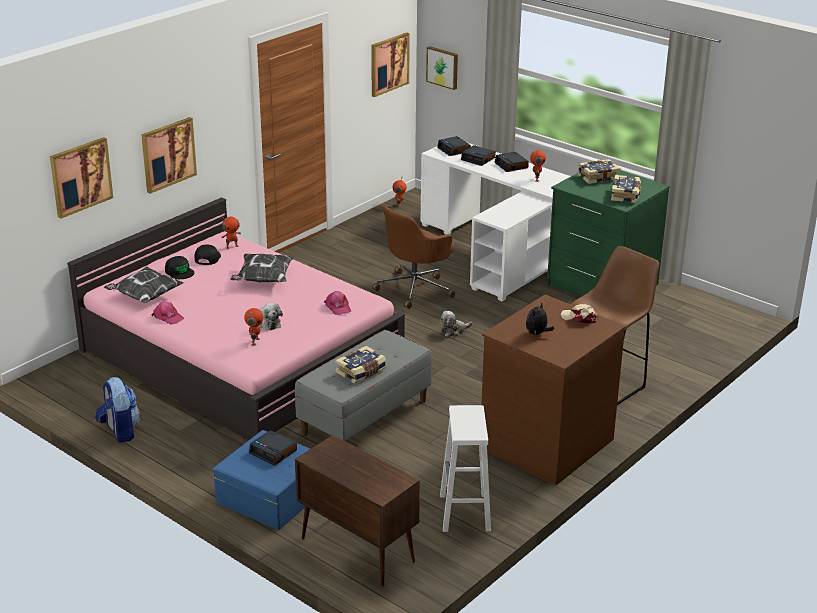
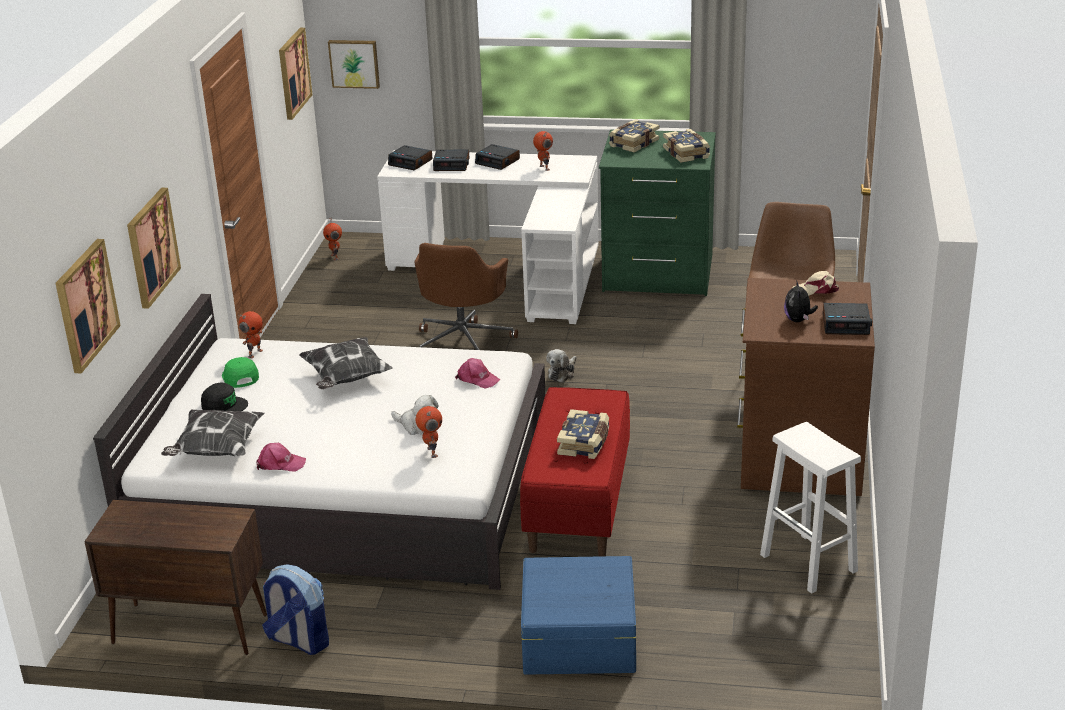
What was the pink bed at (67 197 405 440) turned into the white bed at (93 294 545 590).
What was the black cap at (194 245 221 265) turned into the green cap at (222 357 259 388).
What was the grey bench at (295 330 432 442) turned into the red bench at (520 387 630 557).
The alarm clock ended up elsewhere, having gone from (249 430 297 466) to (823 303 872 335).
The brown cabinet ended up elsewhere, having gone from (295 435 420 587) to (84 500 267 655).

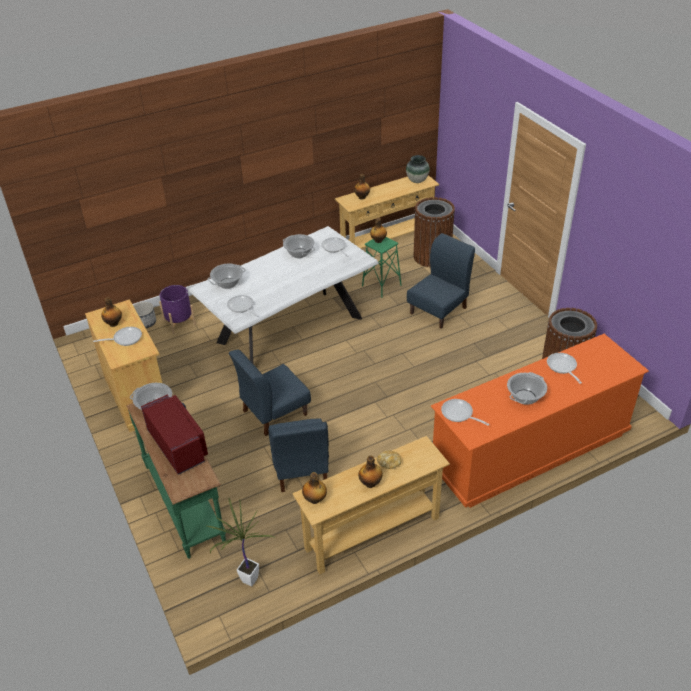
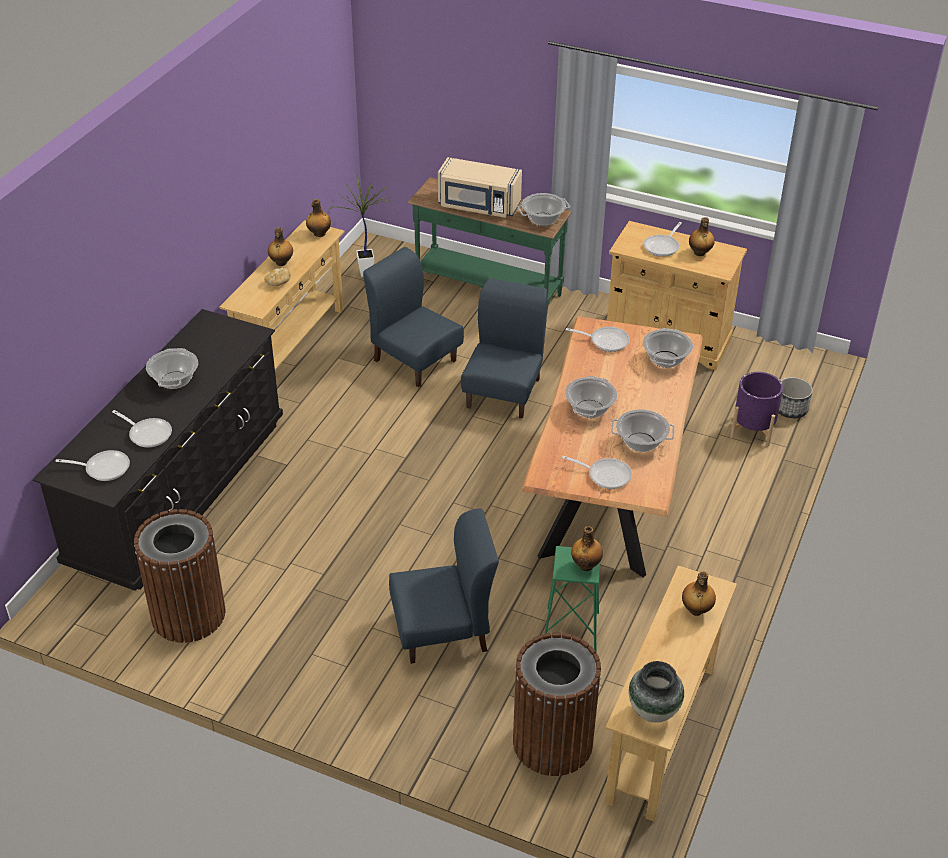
What was the white dining table at (188 226 379 363) turned into the brown dining table at (522 316 703 577).
The blue chair at (407 233 475 329) ended up facing another way, 105 degrees counterclockwise from before.
What was the orange dresser at (431 334 649 508) turned into the black dresser at (33 309 283 591).
What was the red microwave at (141 395 208 475) turned into the beige microwave at (438 157 522 218).
The frying pan ended up elsewhere, having gone from (441 399 489 426) to (55 450 130 481).
The second view gained the cooking pot at (565 376 617 418).

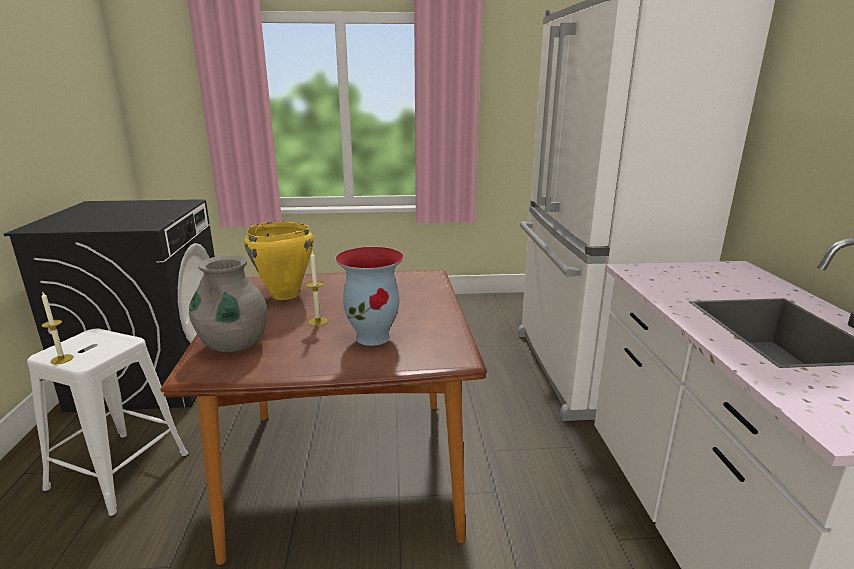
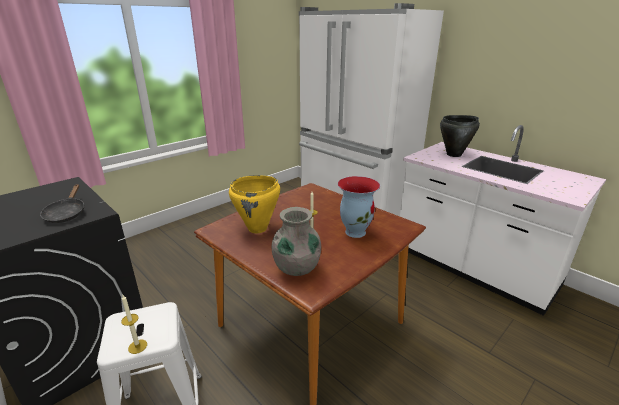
The second view gained the black cooking pot at (440 115 480 157).
The second view gained the black frying pan at (40 184 84 223).

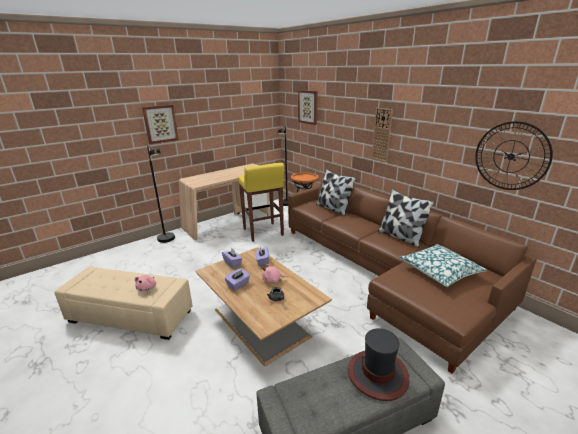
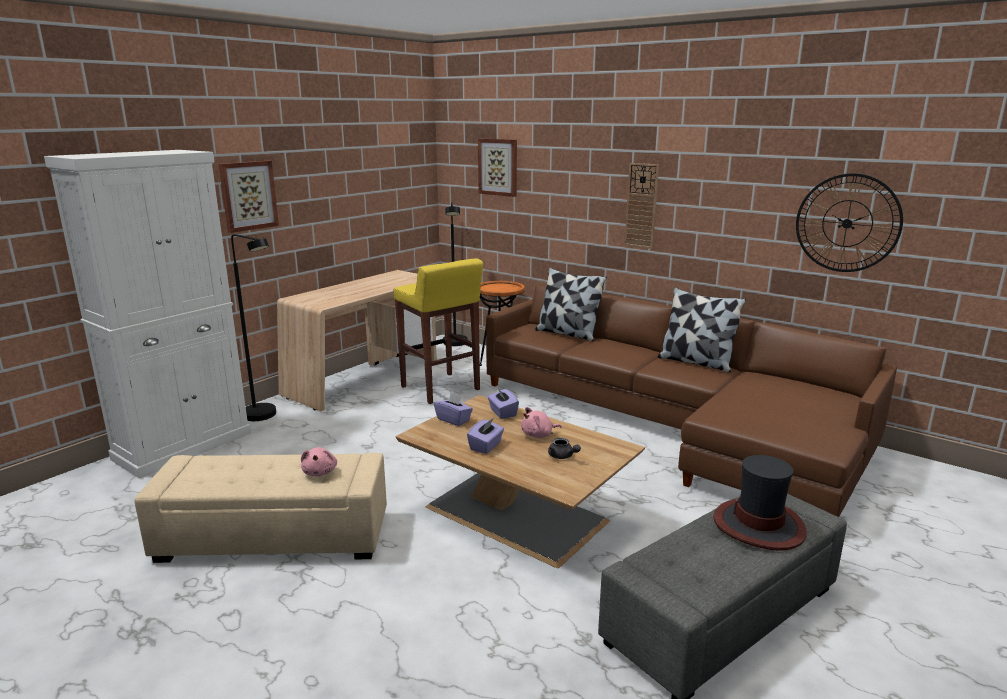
The second view lost the pillow at (399 244 487 287).
The second view gained the white cabinet at (44 150 251 479).

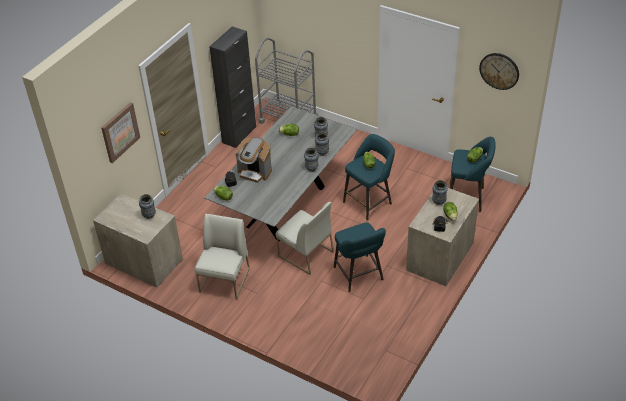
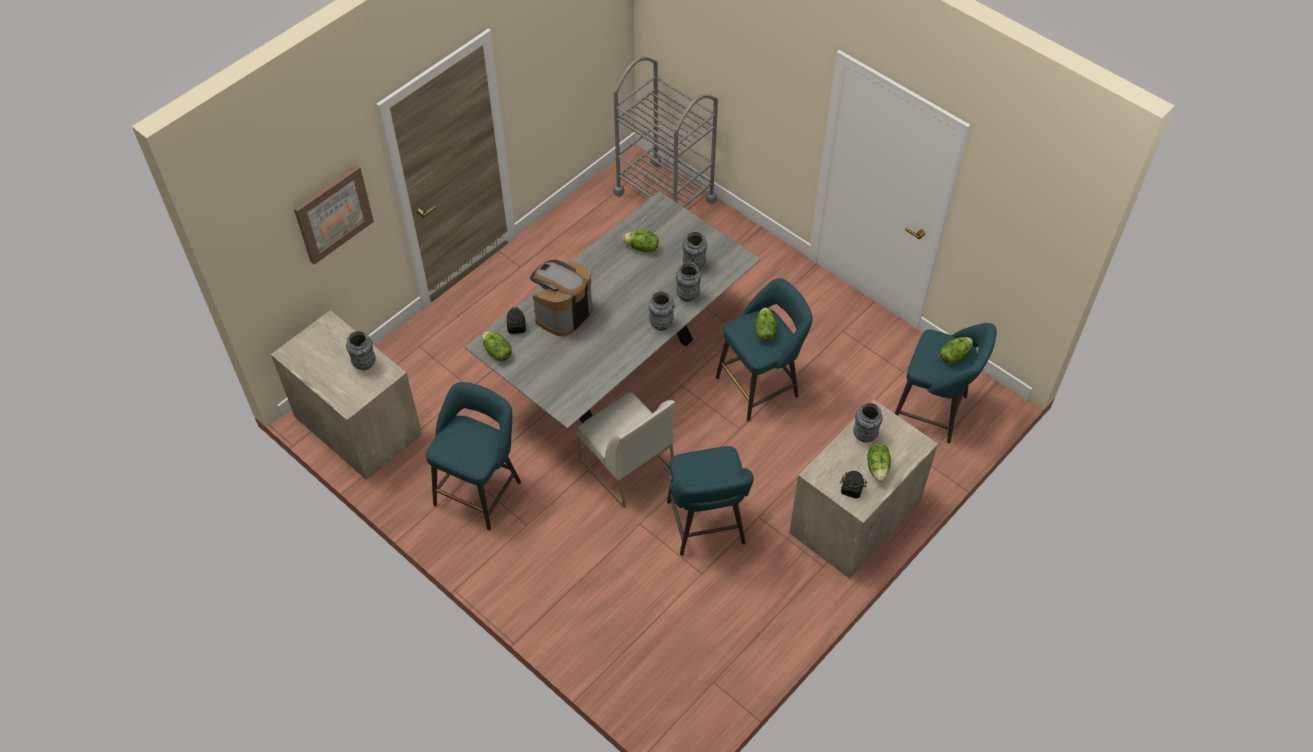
The second view lost the black cabinet at (209 26 256 148).
The second view lost the wall clock at (479 53 519 90).
The coffee machine at (235 137 272 183) ended up facing another way, 90 degrees clockwise from before.
Where the white chair stood at (194 213 250 300), the turquoise stool came to stand at (426 382 521 531).

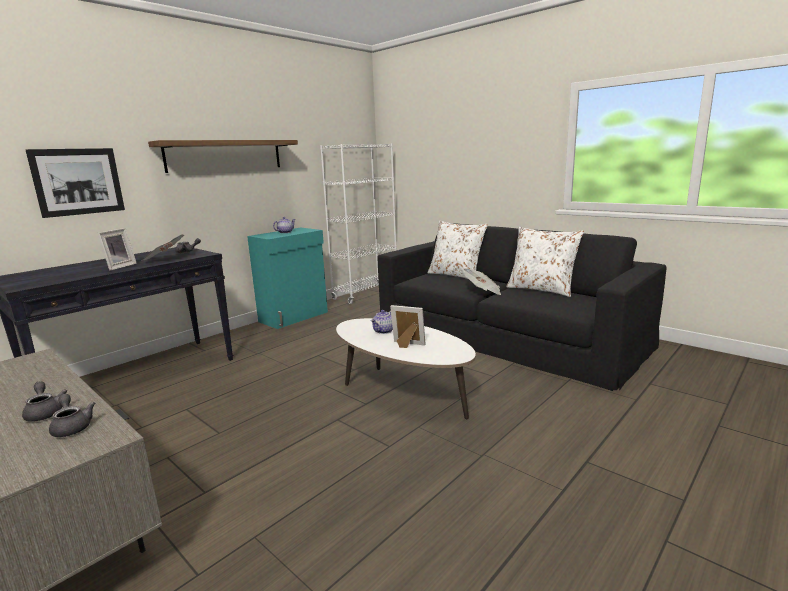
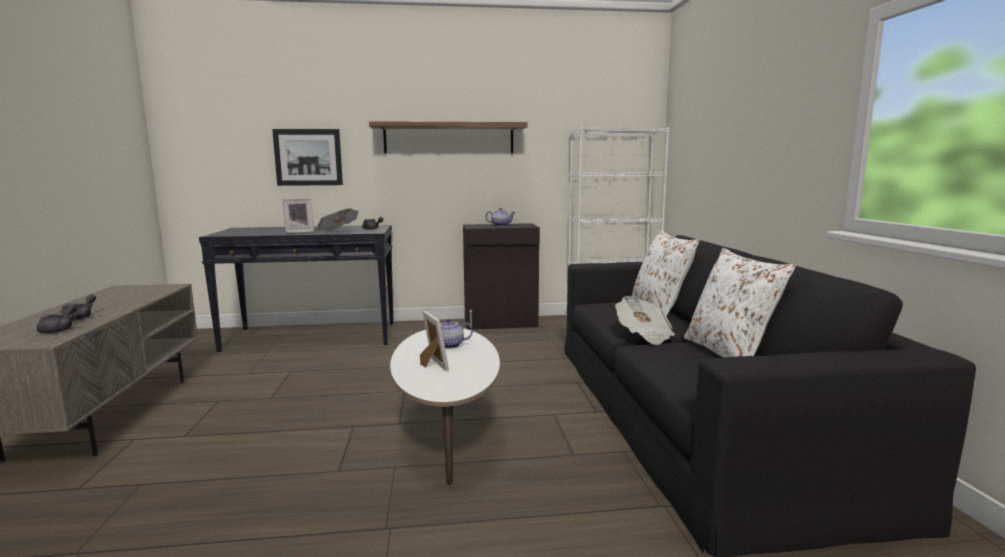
What was the turquoise cabinet at (247 228 328 329) turned into the black cabinet at (463 223 540 330).

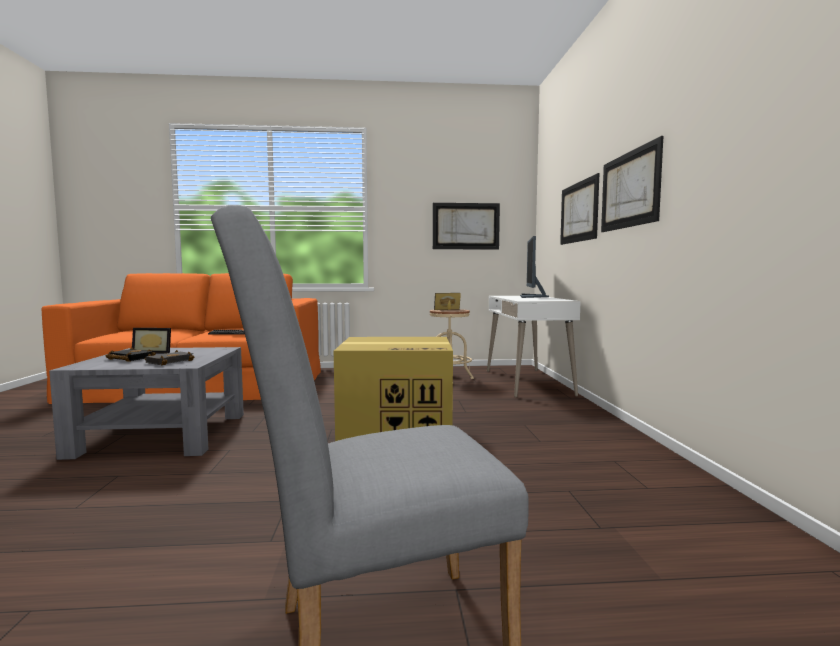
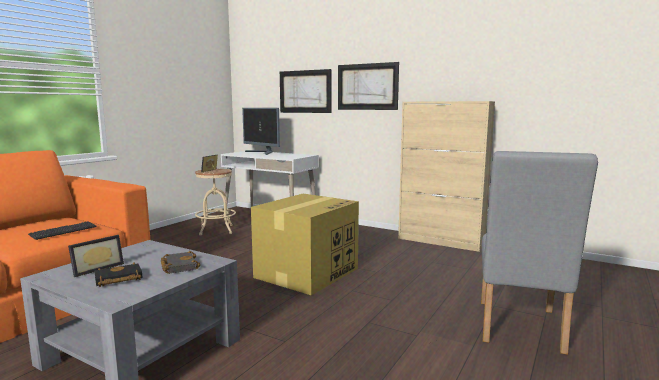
The second view lost the picture at (433 203 500 250).
The second view gained the beige cabinet at (398 101 495 252).

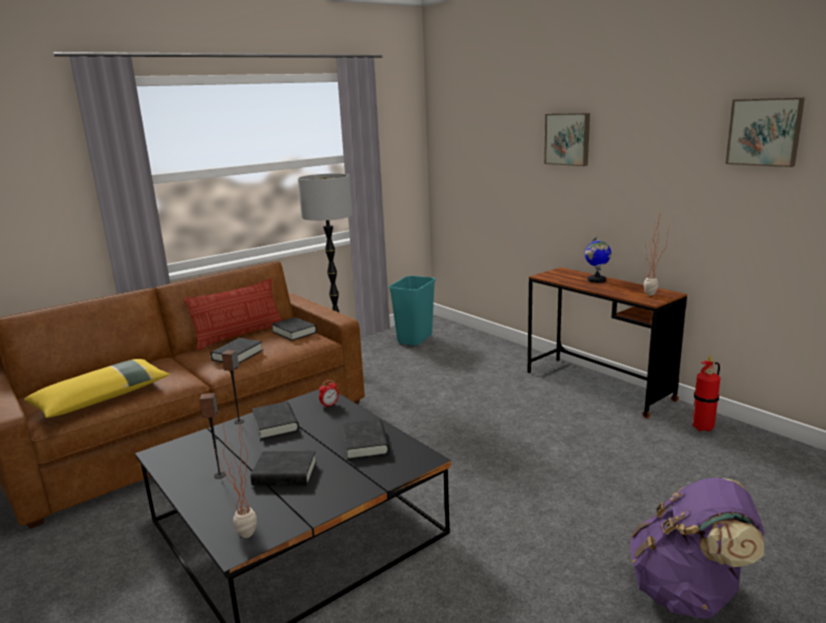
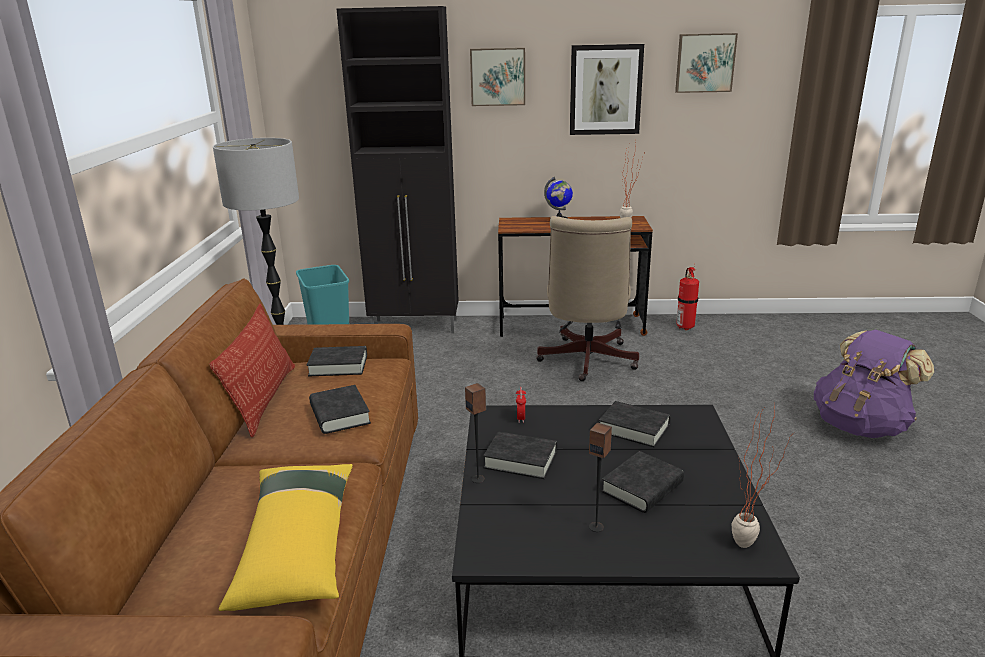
The second view gained the black cabinet at (336 6 459 333).
The second view gained the picture at (570 44 644 135).
The second view gained the beige office chair at (536 216 639 381).

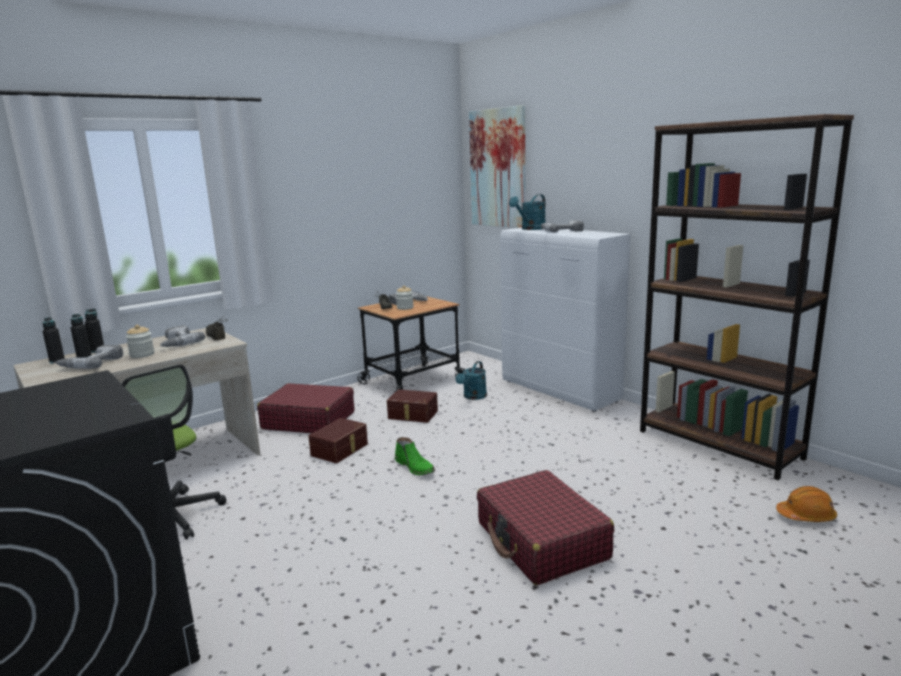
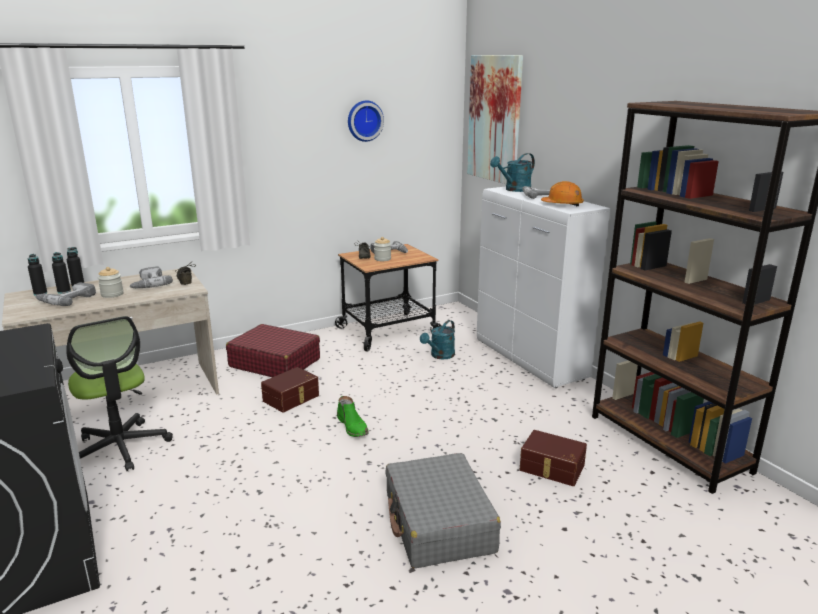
The brown storage box ended up elsewhere, having gone from (387 389 438 423) to (520 430 587 486).
What was the red suitcase at (477 470 614 585) turned into the grey suitcase at (385 453 501 569).
The orange hard hat ended up elsewhere, having gone from (776 486 837 522) to (541 181 584 207).
The second view gained the wall clock at (348 100 384 142).

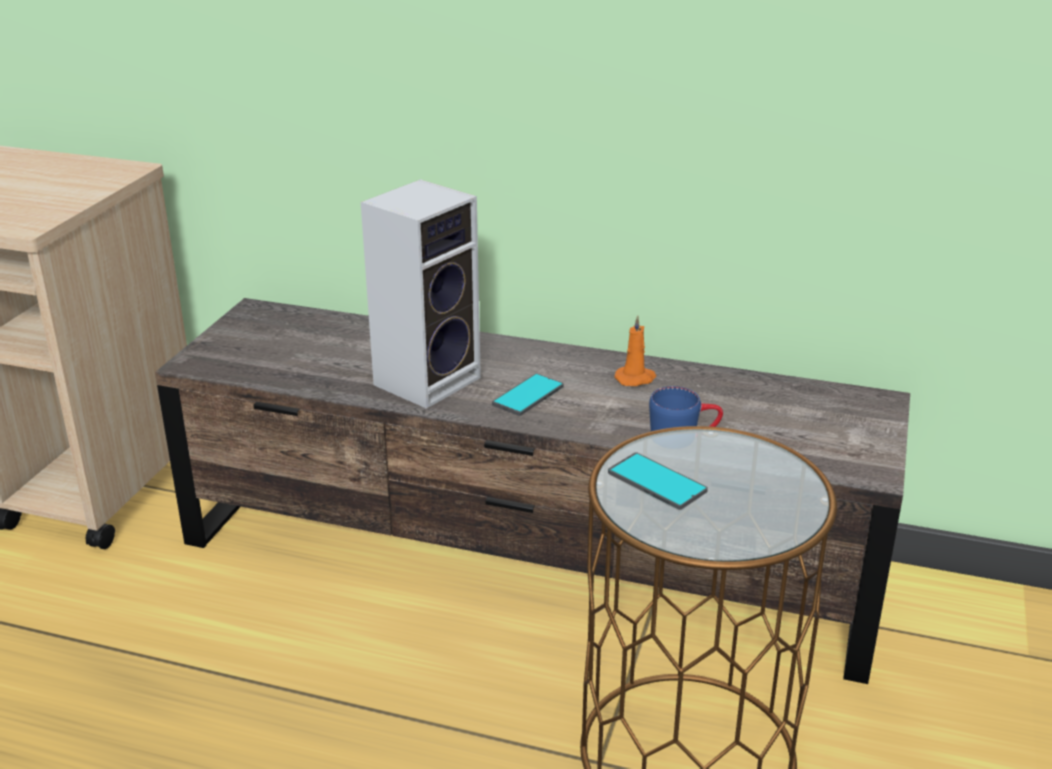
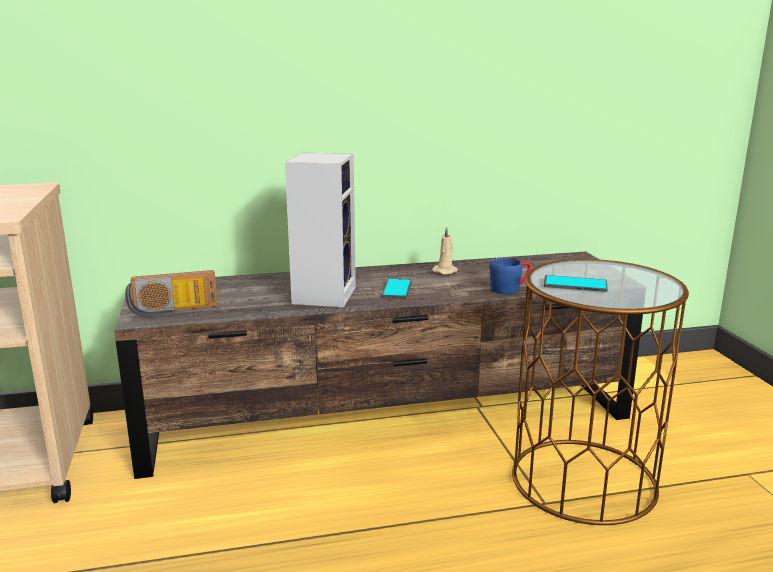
What was the orange candle at (614 315 656 386) turned into the beige candle at (432 227 458 275).
The second view gained the radio at (125 270 217 318).

